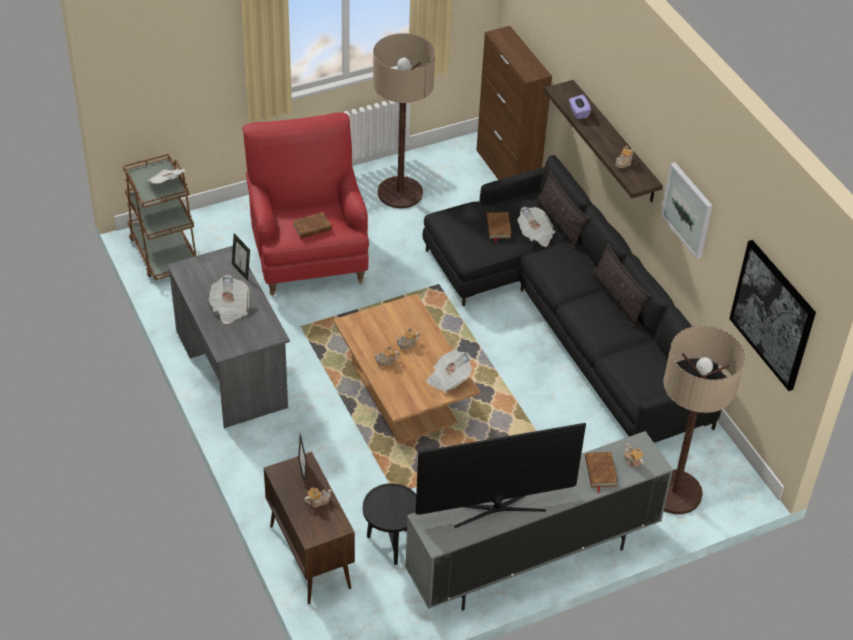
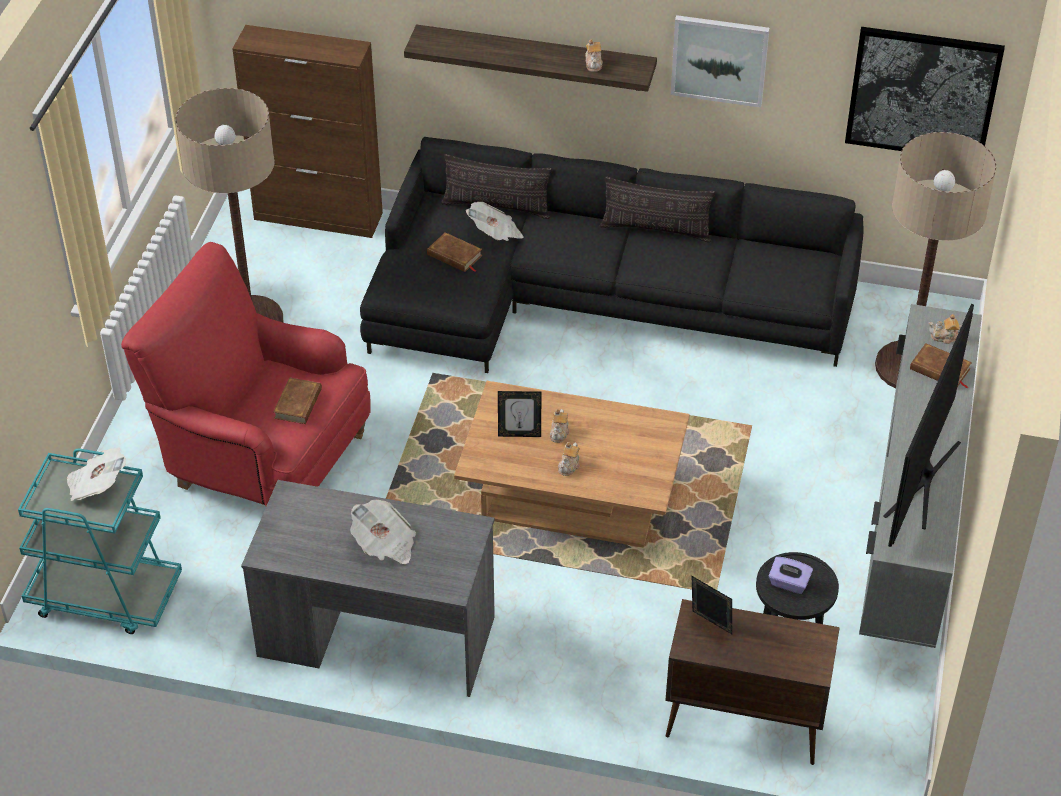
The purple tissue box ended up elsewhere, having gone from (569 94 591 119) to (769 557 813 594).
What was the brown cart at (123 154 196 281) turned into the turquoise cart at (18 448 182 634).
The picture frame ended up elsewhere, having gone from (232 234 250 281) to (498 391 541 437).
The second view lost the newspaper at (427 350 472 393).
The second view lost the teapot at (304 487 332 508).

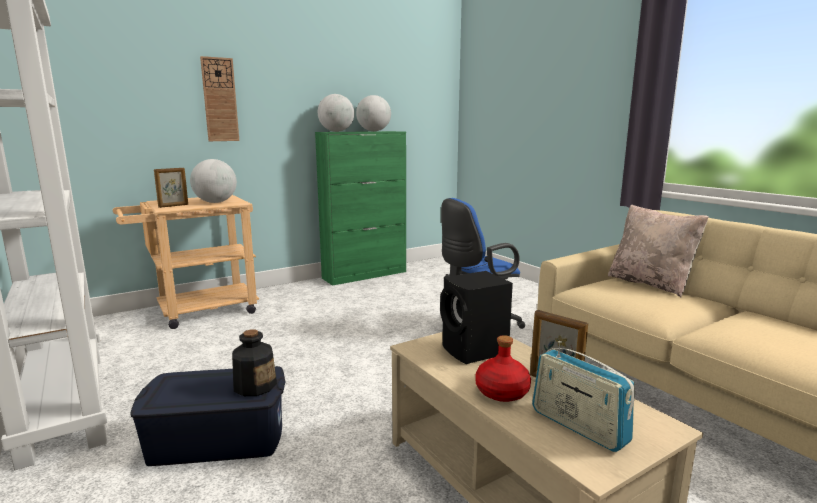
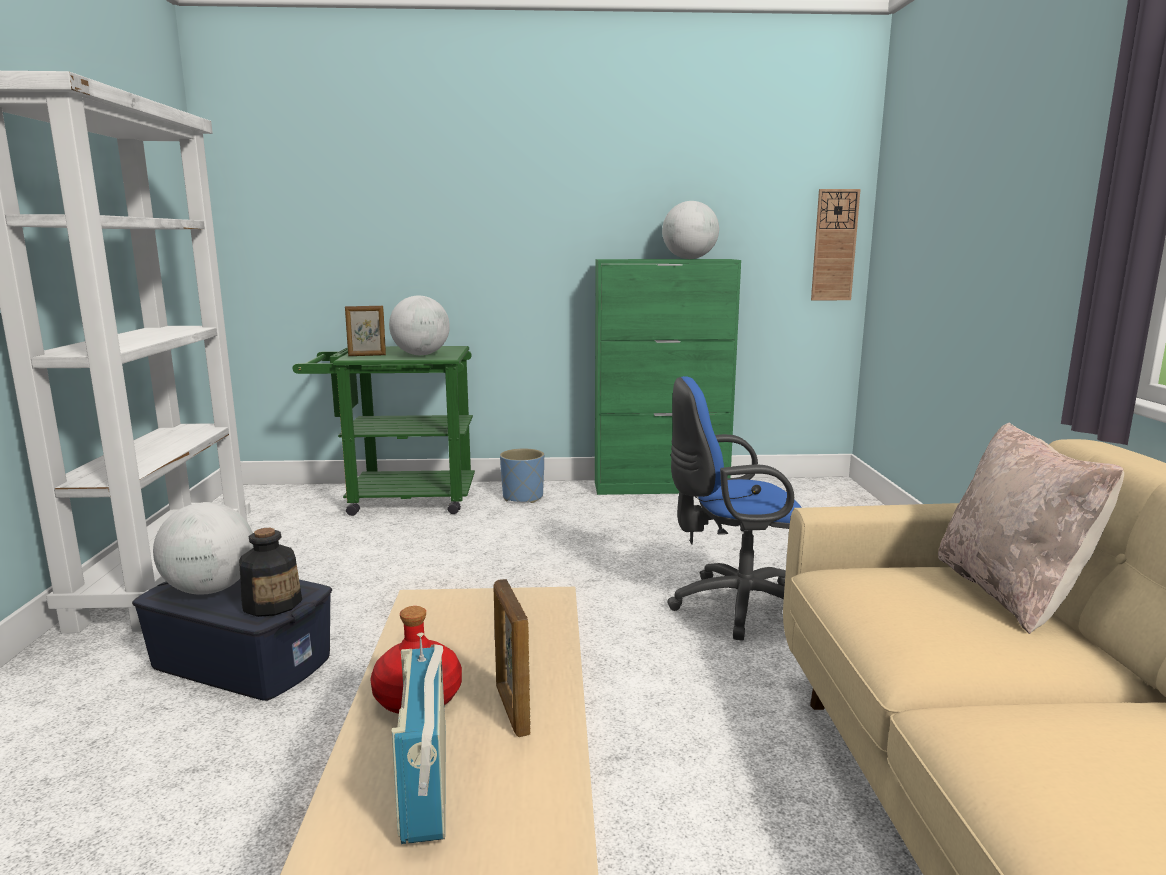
The wall clock ended up elsewhere, having gone from (200 56 239 141) to (811 189 861 300).
The globe ended up elsewhere, having gone from (318 94 354 132) to (153 502 253 595).
What was the beige cart at (113 195 259 329) turned into the green cart at (293 346 475 516).
The second view lost the black speaker at (440 271 513 364).
The second view gained the blue planter at (500 449 544 503).

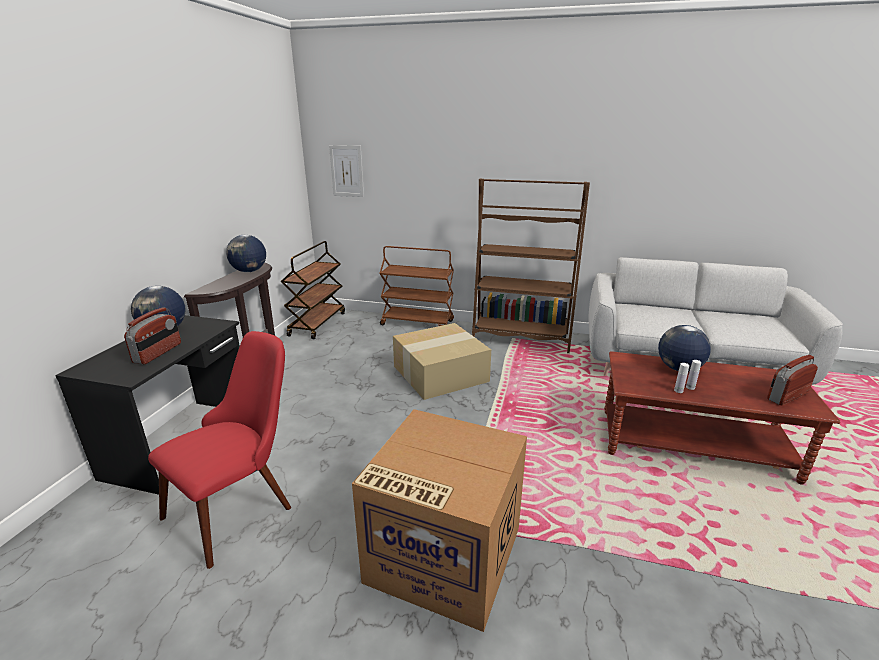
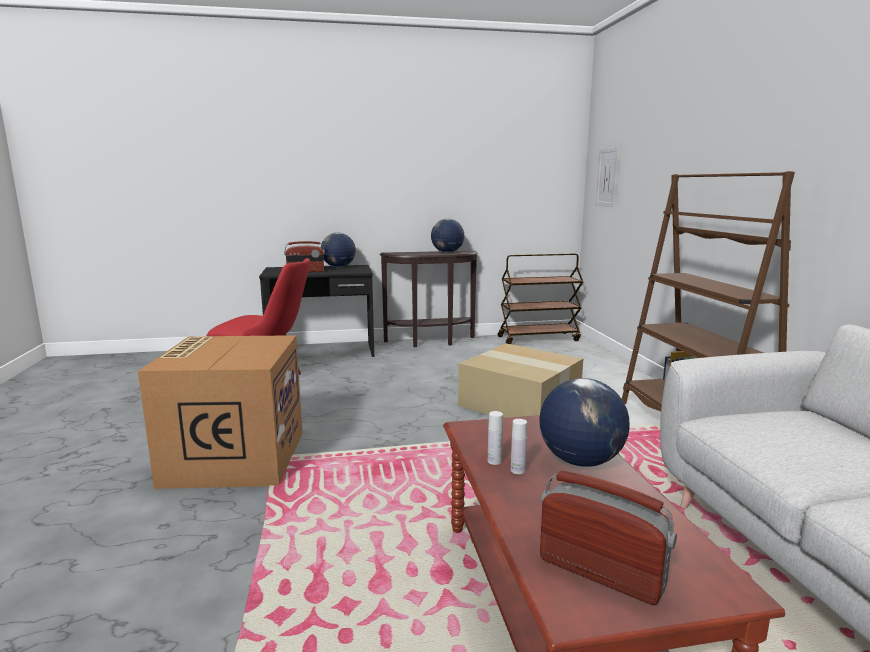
The second view lost the brown cart at (379 246 454 326).

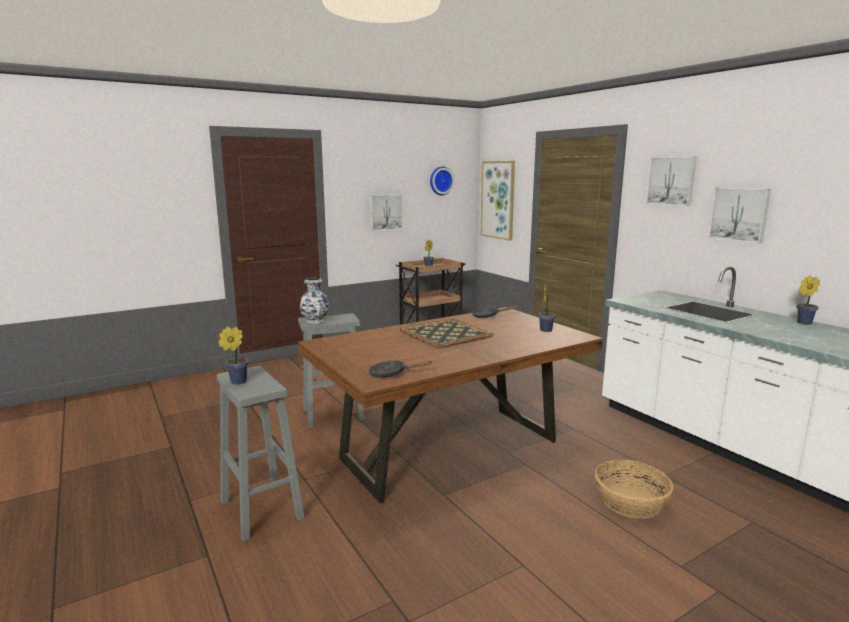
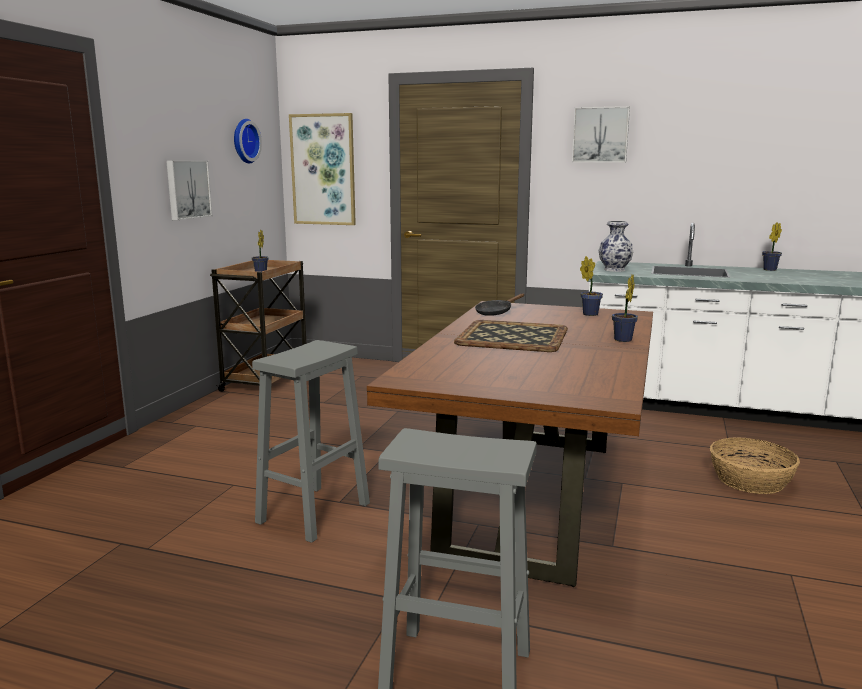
The second view lost the picture at (708 188 771 243).
The vase ended up elsewhere, having gone from (300 278 329 324) to (598 221 633 272).
The potted plant ended up elsewhere, having gone from (218 327 249 384) to (612 275 638 342).
The second view lost the black frying pan at (368 360 432 378).

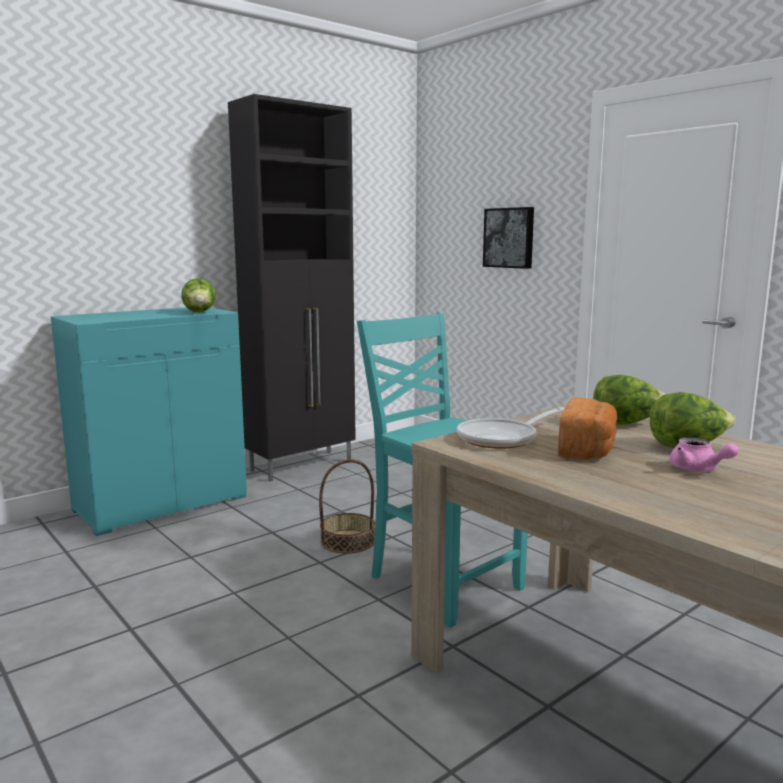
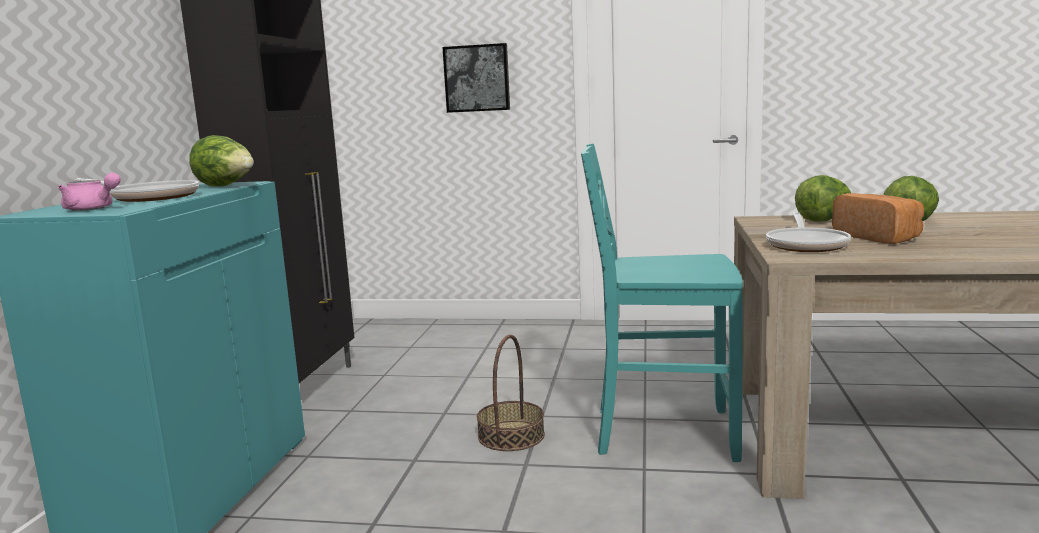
The pink teapot ended up elsewhere, having gone from (669 438 739 472) to (58 173 121 211).
The second view gained the frying pan at (75 178 199 202).

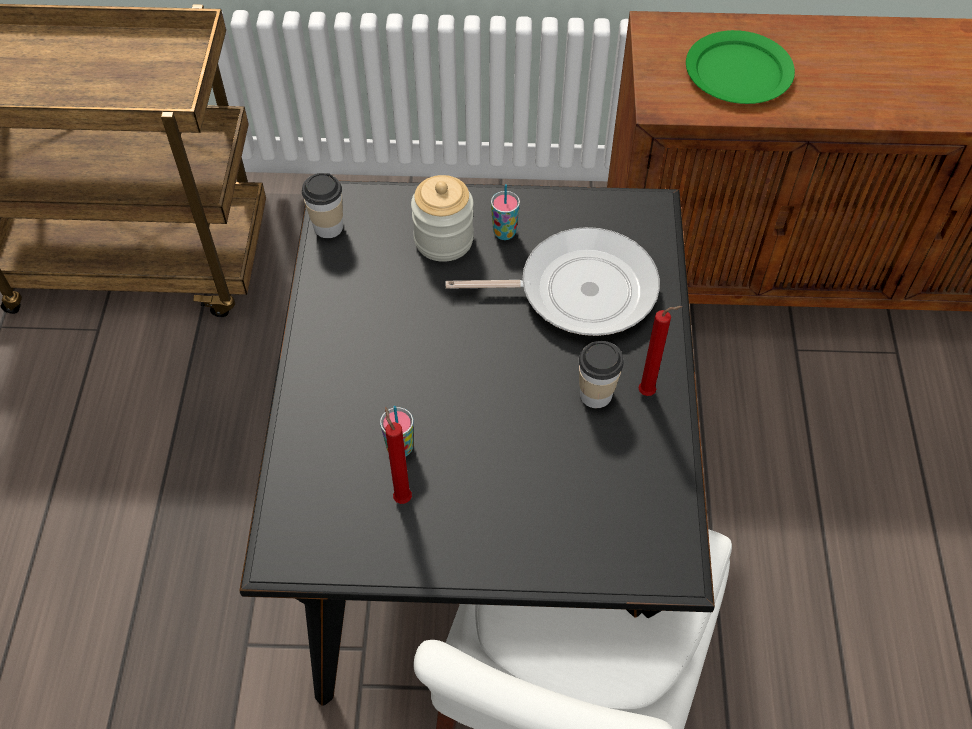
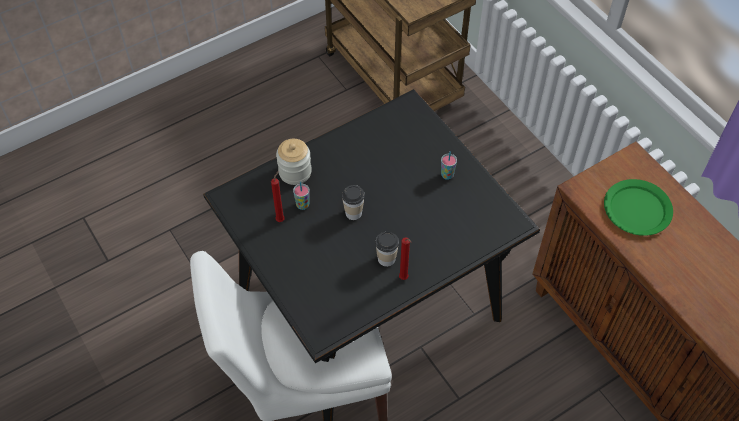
The cup ended up elsewhere, having gone from (302 173 343 238) to (342 185 365 220).
The jar ended up elsewhere, having gone from (411 175 474 262) to (276 139 312 185).
The second view lost the frying pan at (446 227 660 336).

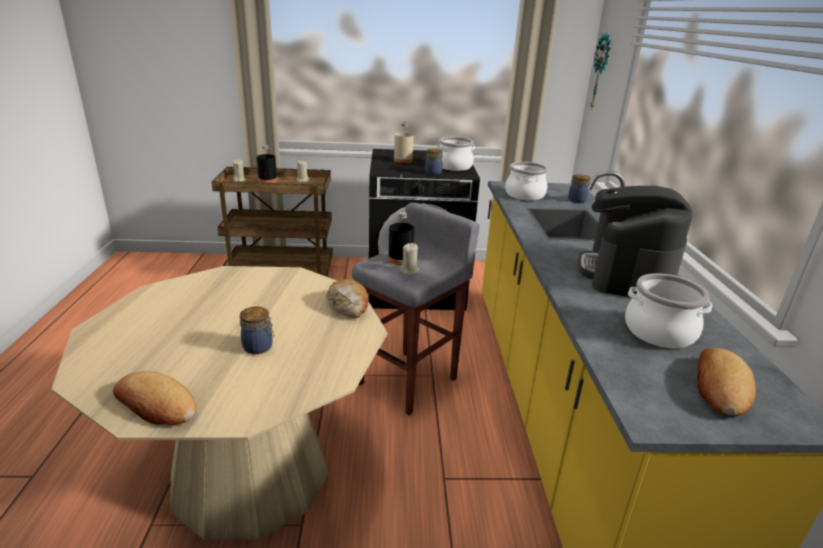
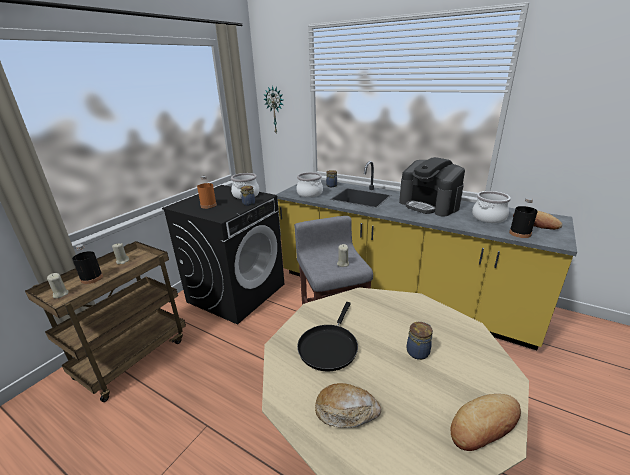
What was the beige bottle at (394 123 414 163) turned into the orange bottle at (197 176 217 209).
The black bottle ended up elsewhere, having gone from (388 212 414 265) to (509 198 538 238).
The bread ended up elsewhere, having gone from (326 279 369 318) to (315 383 381 428).
The second view gained the black frying pan at (297 302 358 371).

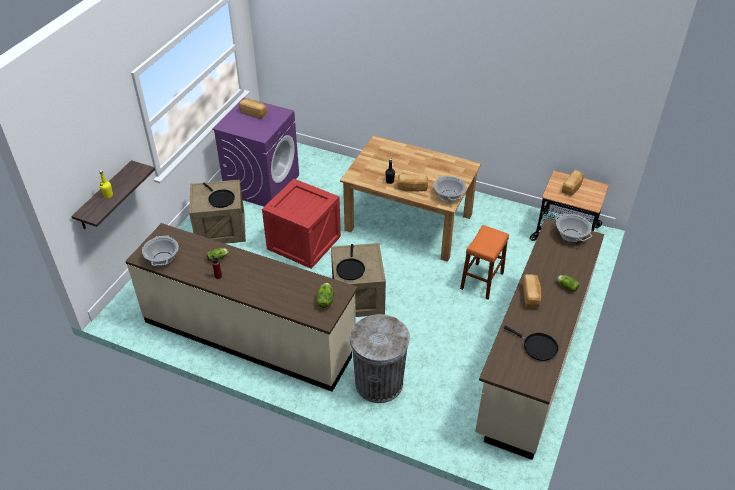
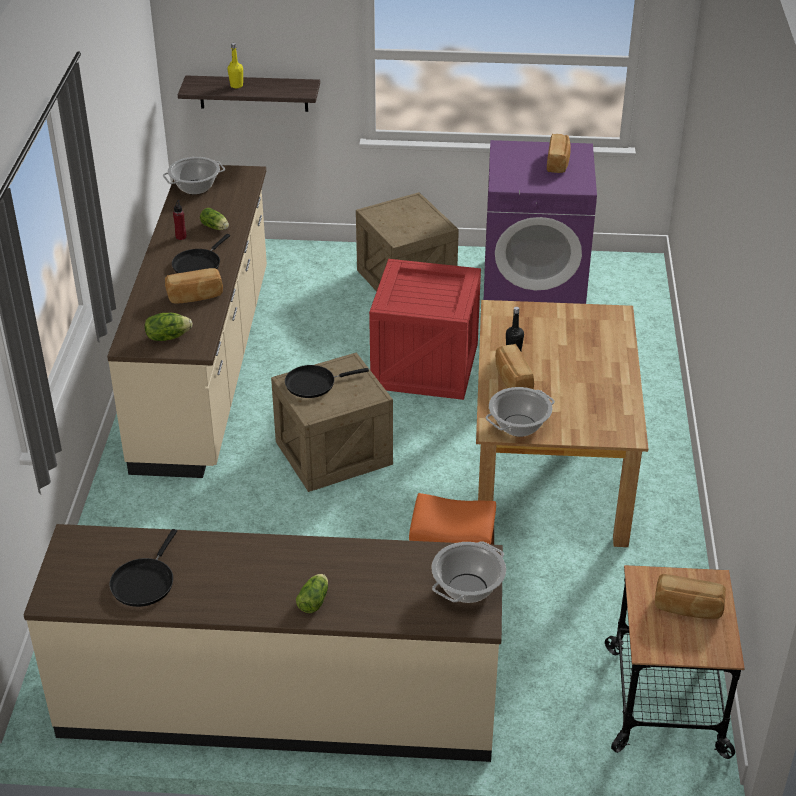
The black frying pan ended up elsewhere, having gone from (203 182 235 208) to (172 234 230 273).
The bread ended up elsewhere, having gone from (523 275 541 308) to (165 268 223 303).
The second view lost the grey trash can at (350 314 410 403).

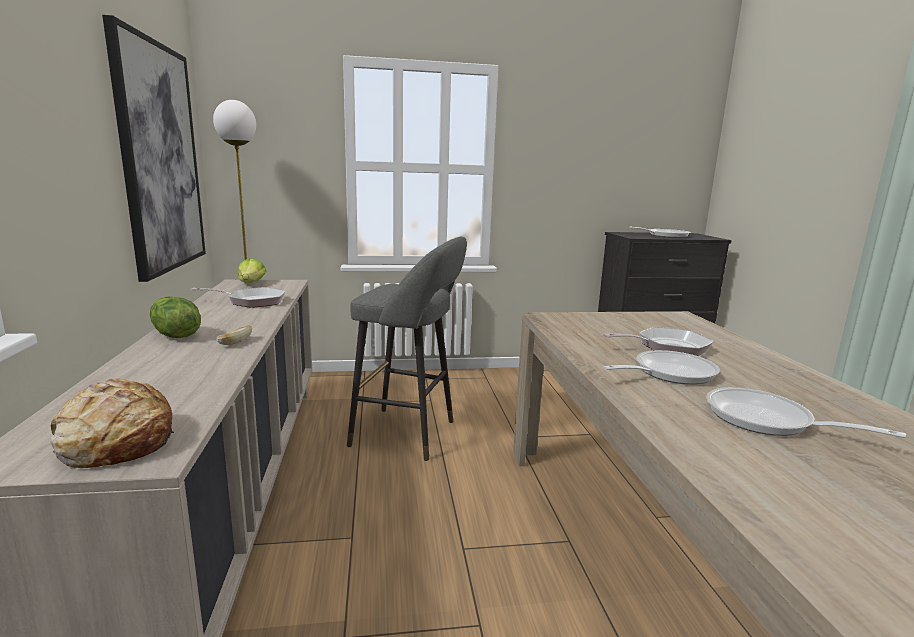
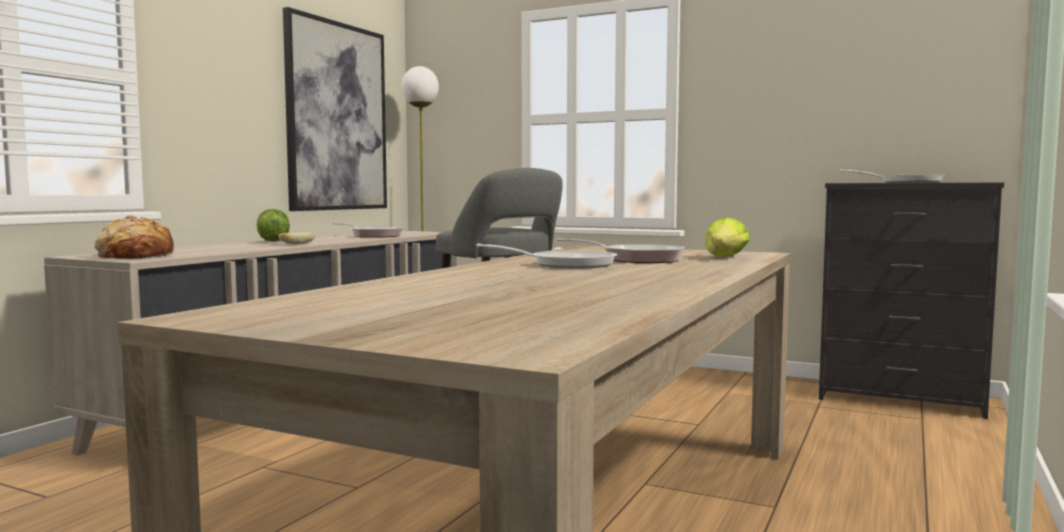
The lettuce ended up elsewhere, having gone from (238 258 266 283) to (705 217 750 257).
The second view lost the frying pan at (706 387 906 438).

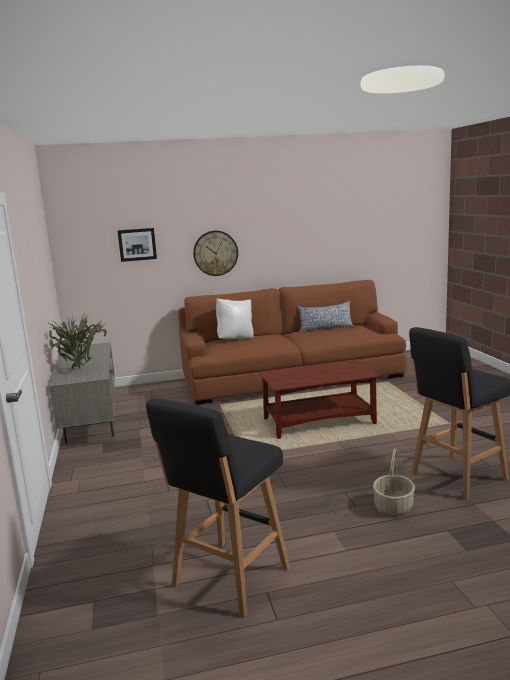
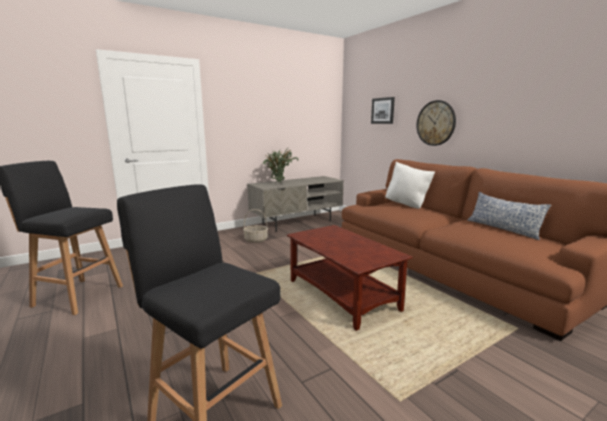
The basket ended up elsewhere, having gone from (373 449 415 516) to (243 209 268 243).

